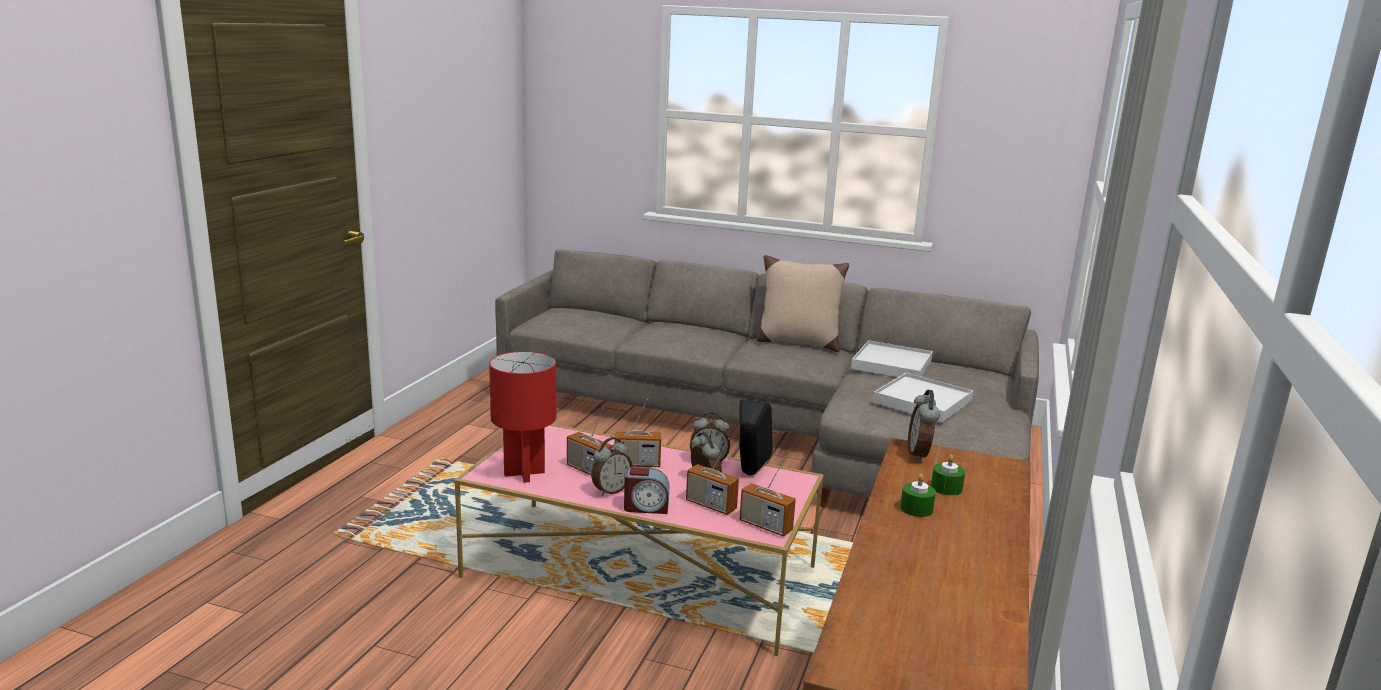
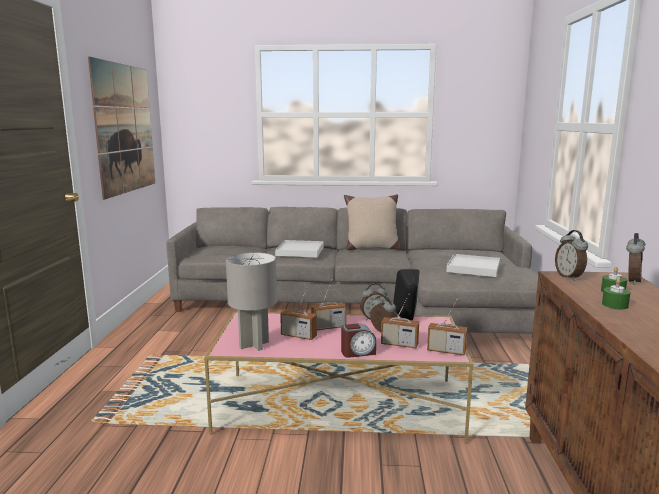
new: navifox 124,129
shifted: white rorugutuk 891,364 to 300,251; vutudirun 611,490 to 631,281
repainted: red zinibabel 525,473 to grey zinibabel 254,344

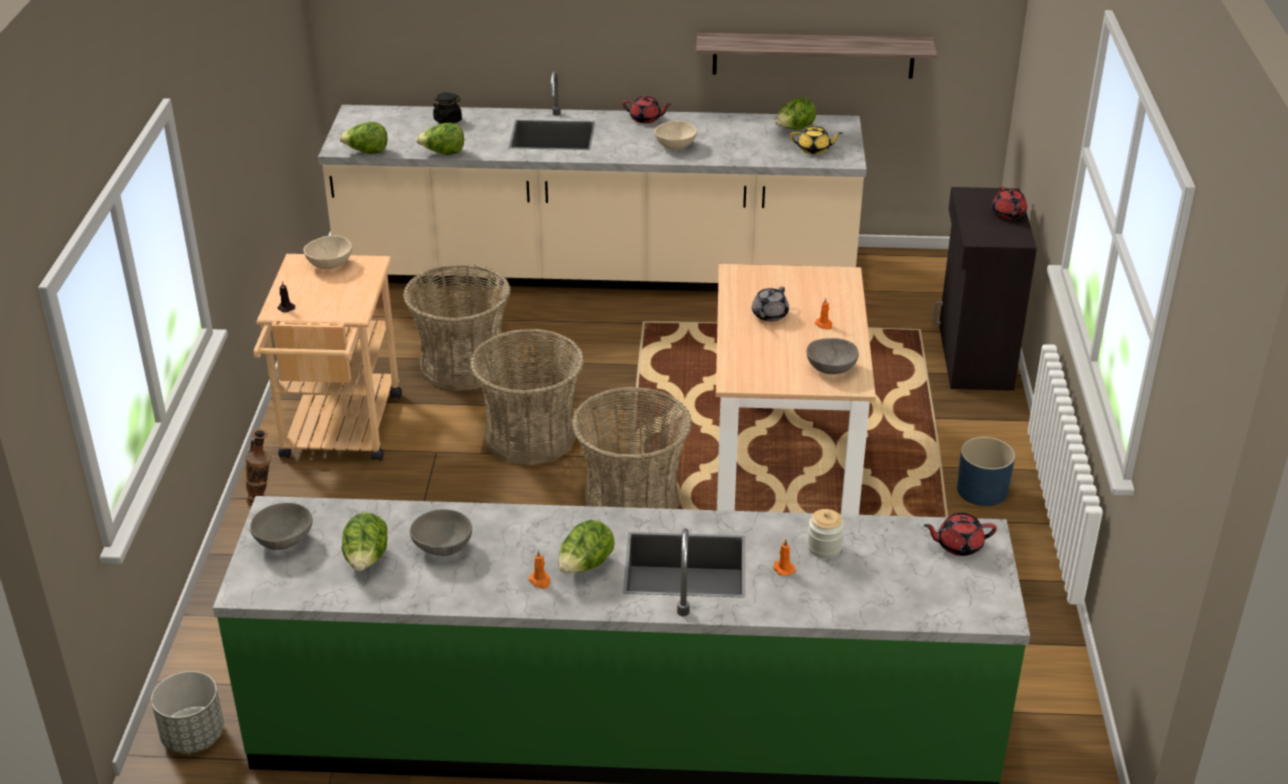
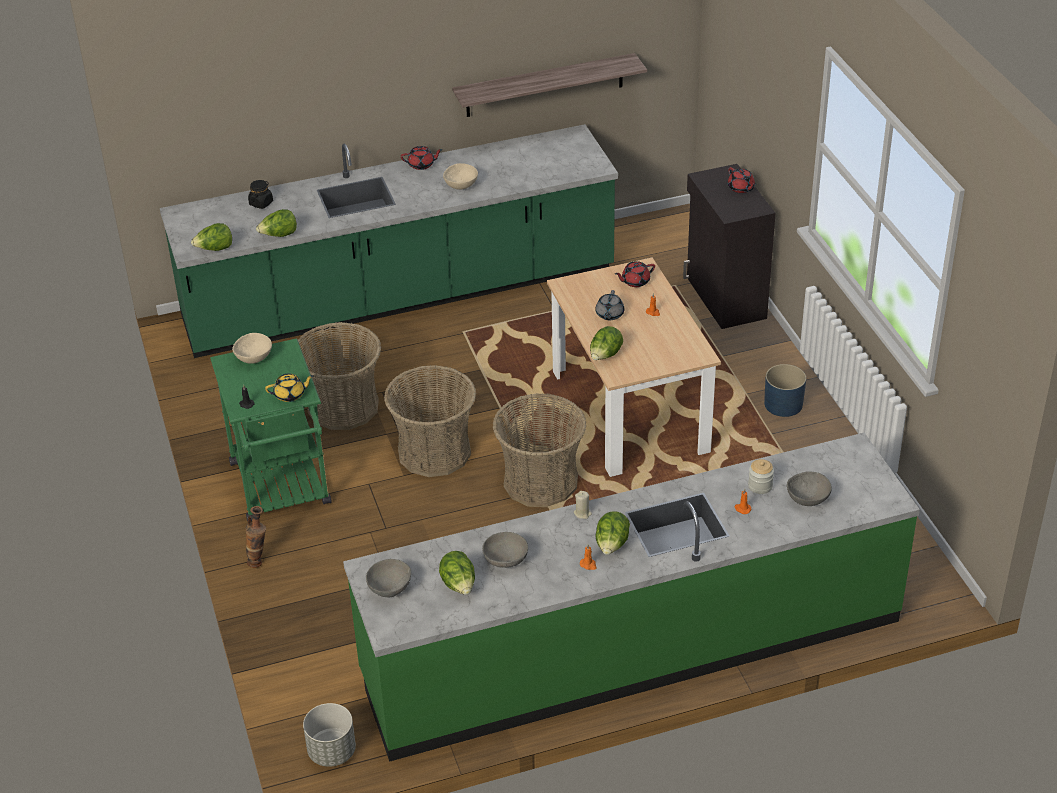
new: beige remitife 582,513
shifted: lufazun 794,129 to 605,356; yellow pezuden 814,149 to 290,395; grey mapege 830,369 to 807,499; red pezuden 958,545 to 635,281
repainted: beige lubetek 597,271 to green lubetek 399,296; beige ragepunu 340,434 to green ragepunu 282,490

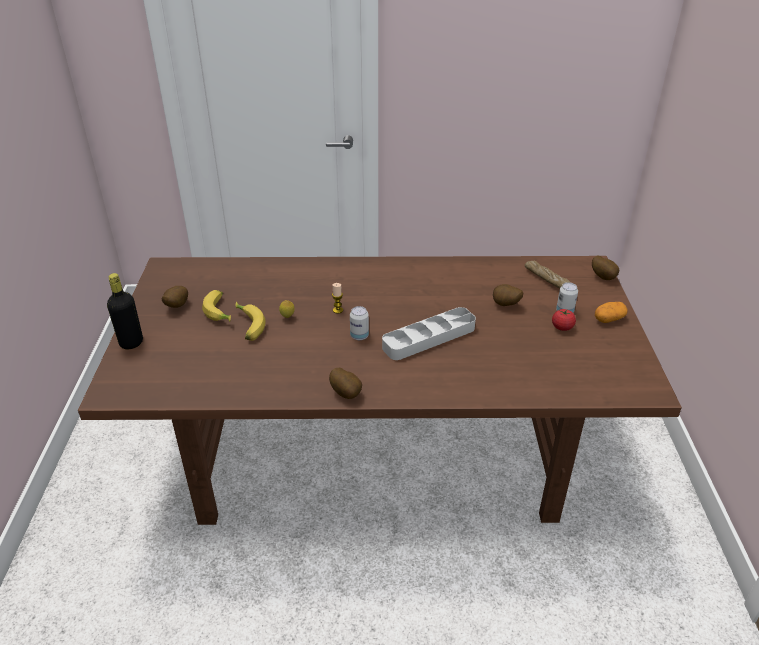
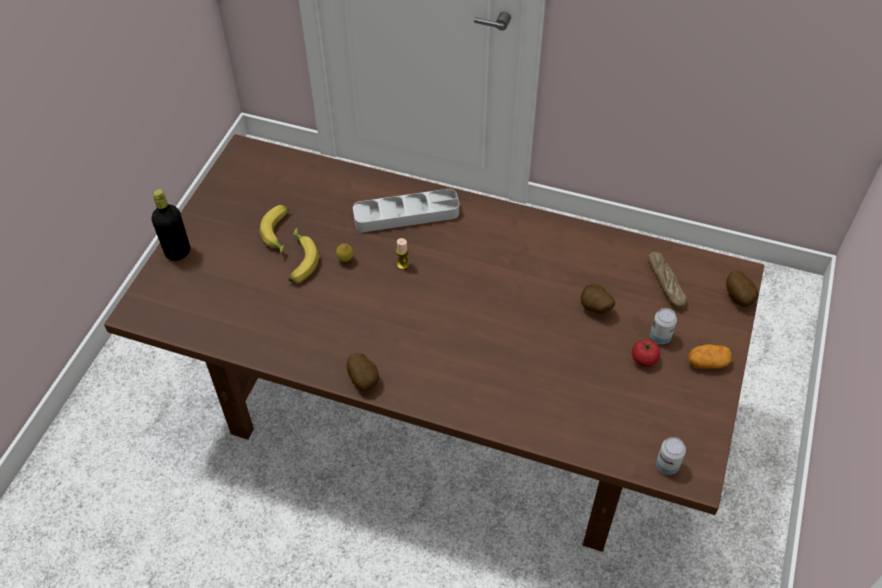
gone: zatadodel 176,306
shifted: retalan 359,336 to 667,465; grey rorugutuk 429,338 to 406,215

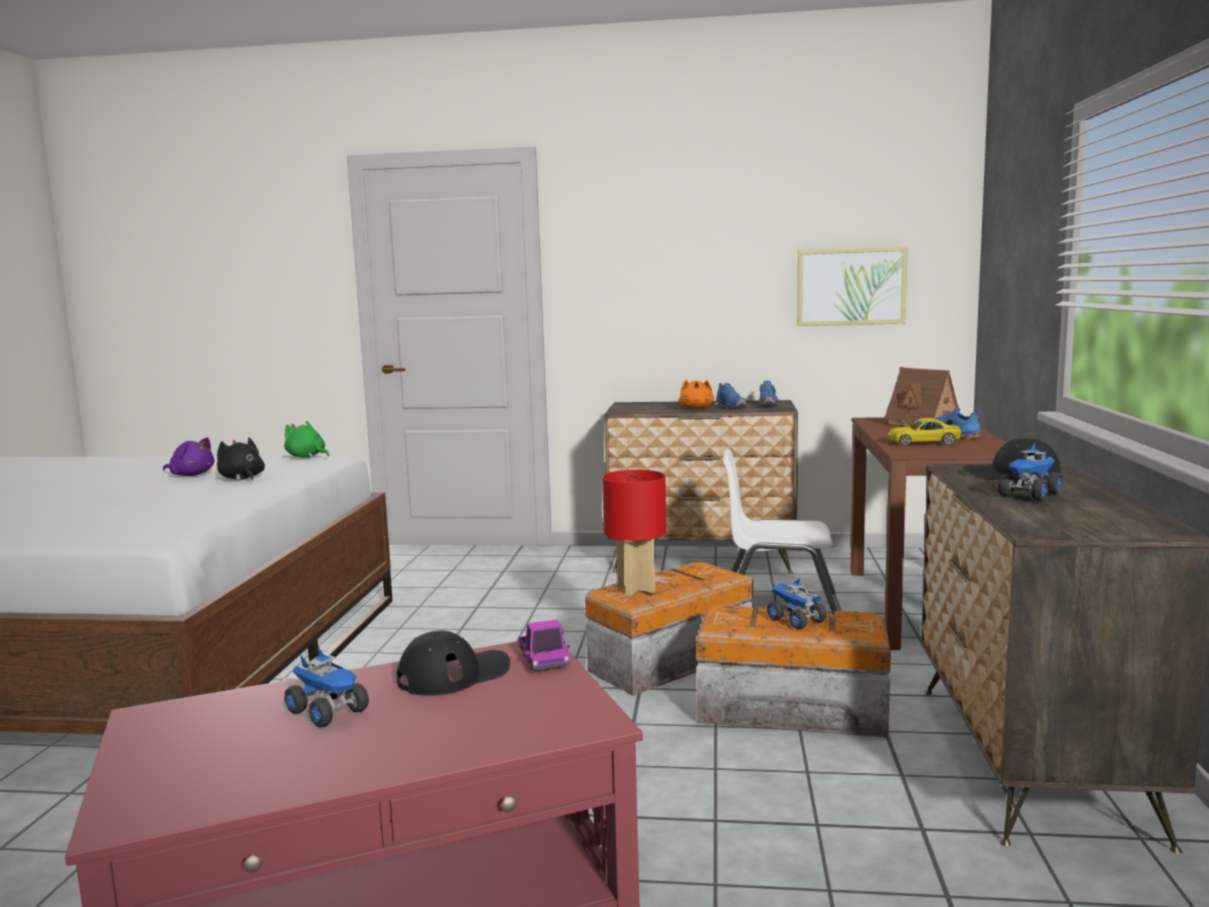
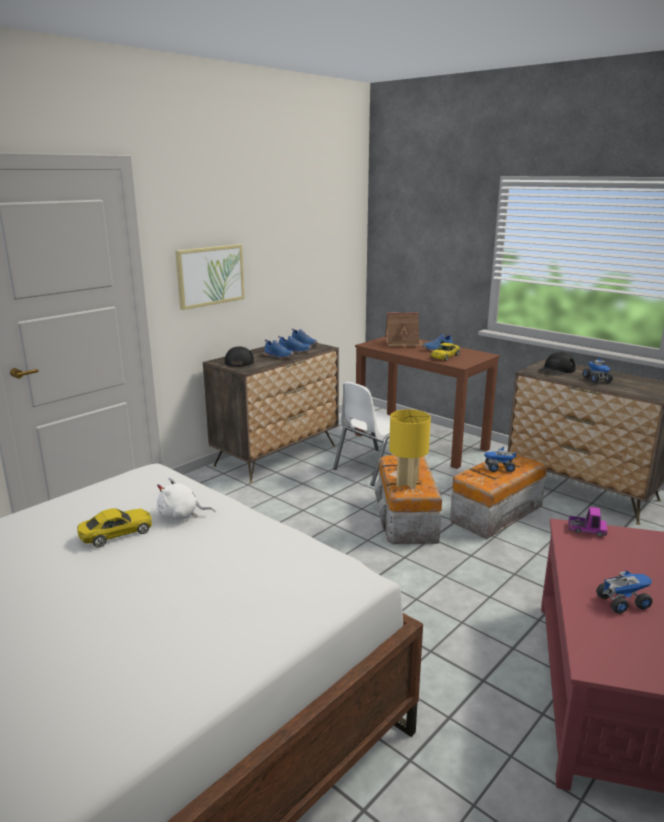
gone: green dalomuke 307,457
shifted: navifox 851,286 to 210,275; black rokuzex 454,674 to 240,361
swapped: orange dalomuke 696,408 to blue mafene 279,356; purple dalomuke 191,475 to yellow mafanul 116,533
repainted: black dalomuke 242,478 to white dalomuke 181,515; red zinibabel 635,589 to yellow zinibabel 407,484

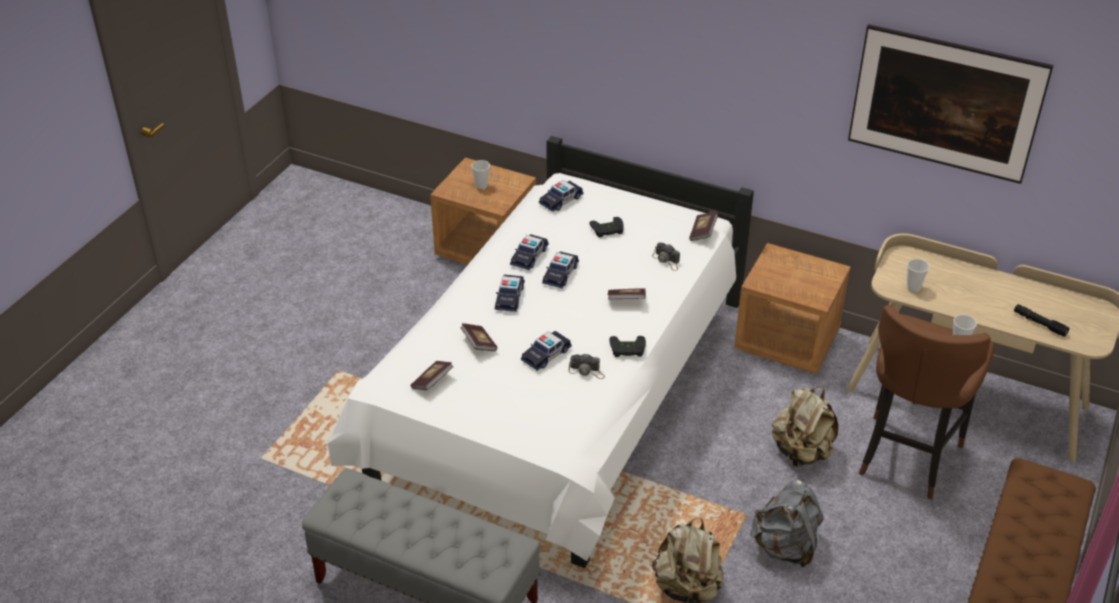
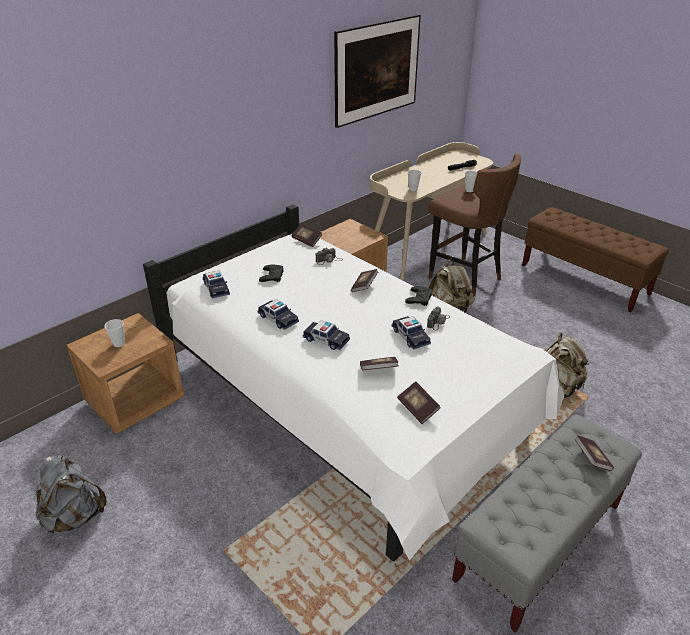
gone: mafanul 560,274
new: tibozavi 591,459
shifted: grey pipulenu 785,547 to 74,516

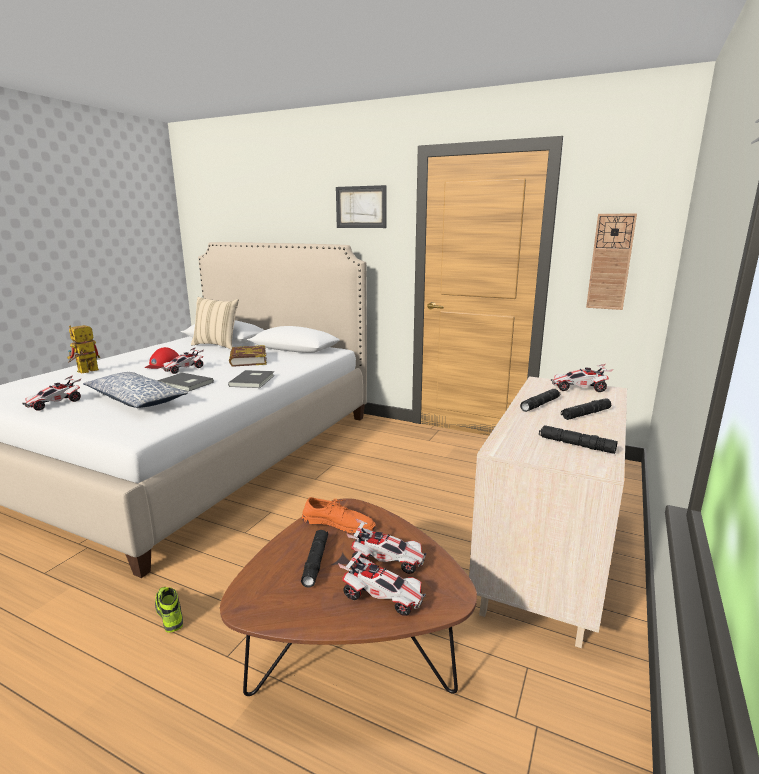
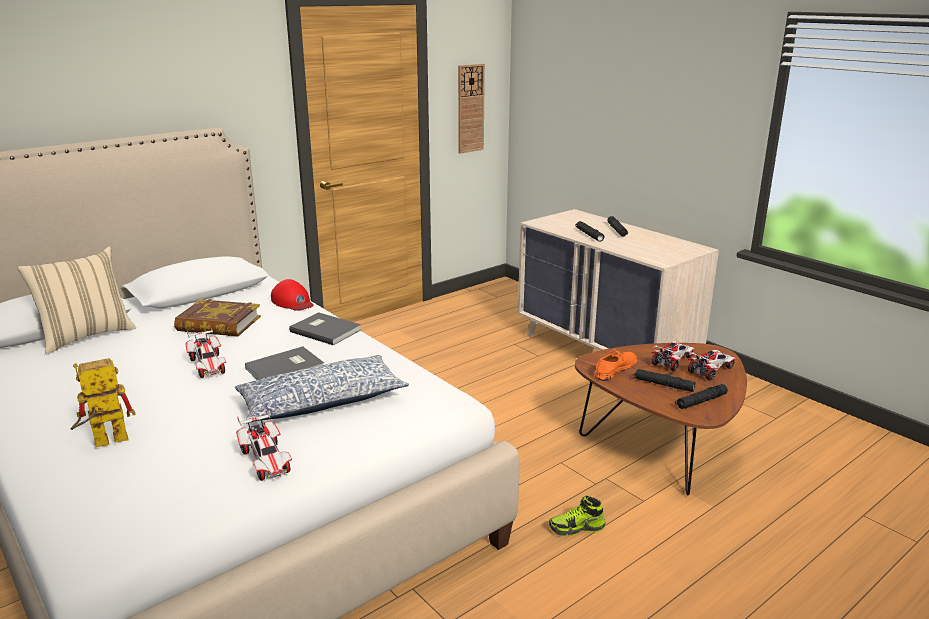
gone: navifox 361,207; mafanul 579,388
shifted: red rokuzex 162,364 to 293,302; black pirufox 576,445 to 701,401
rotated: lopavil 84,372 = 103,443 90 degrees clockwise

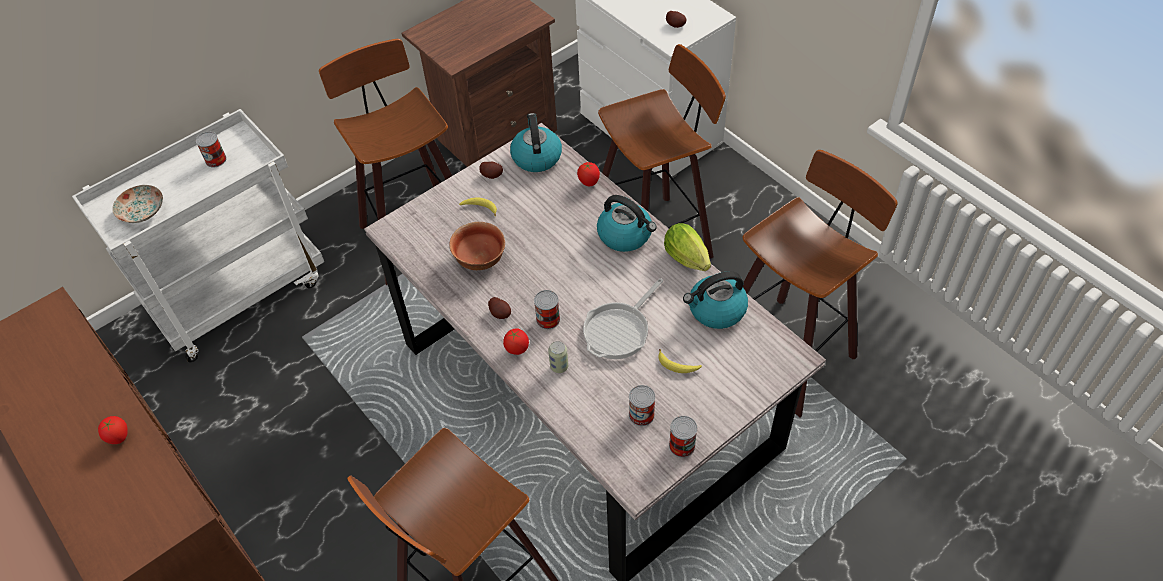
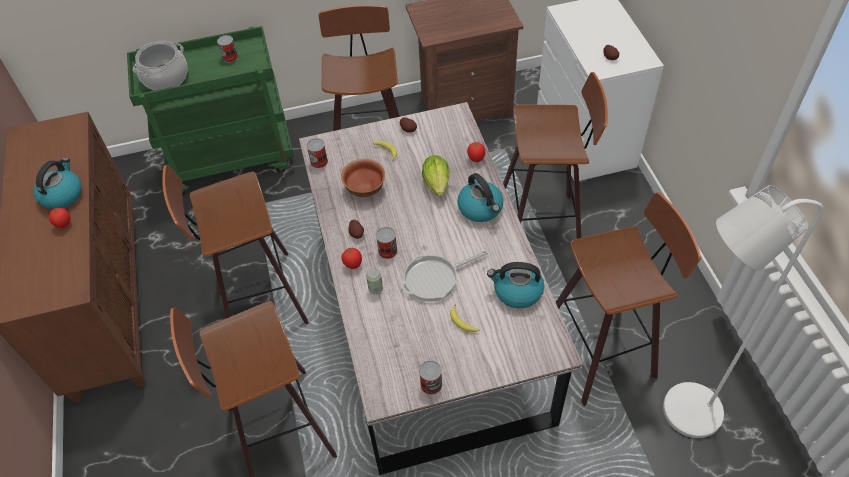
new: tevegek 257,299; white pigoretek 681,413
shifted: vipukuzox 536,156 to 62,195; lufazun 688,260 to 437,186; retalan 641,414 to 319,161
swapped: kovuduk 142,211 to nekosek 165,78
repainted: white ragepunu 239,293 to green ragepunu 233,159

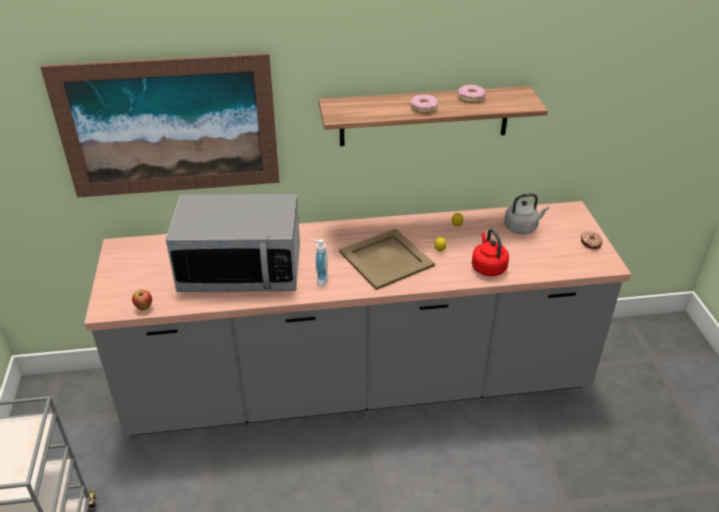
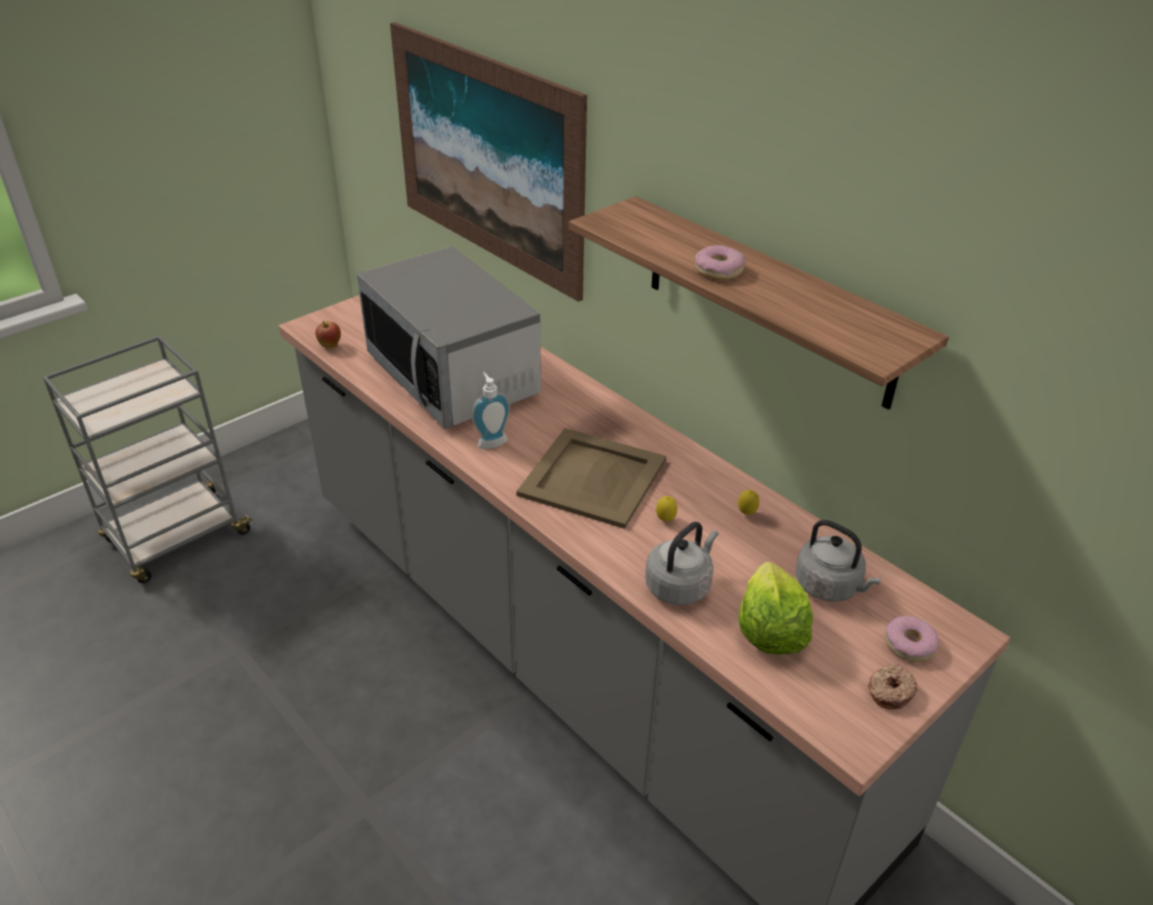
new: lufazun 769,629
shifted: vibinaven 471,98 to 909,644
repainted: red vipukuzox 488,267 to grey vipukuzox 680,585

